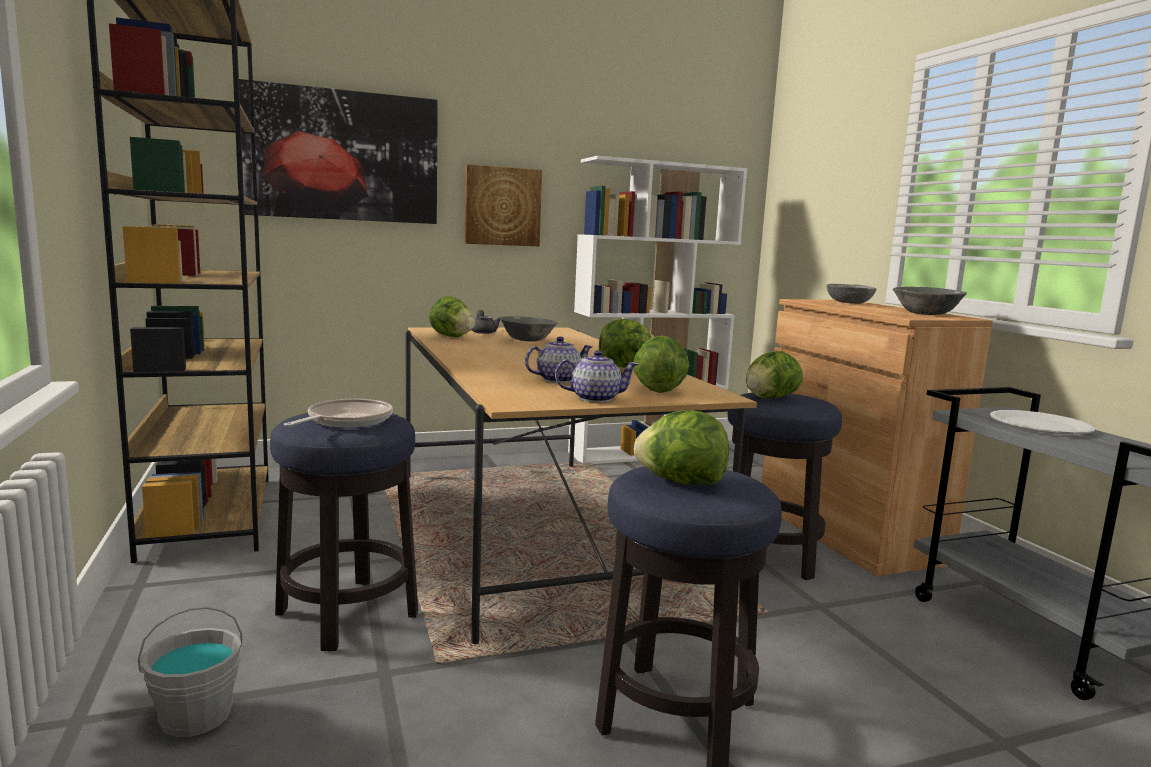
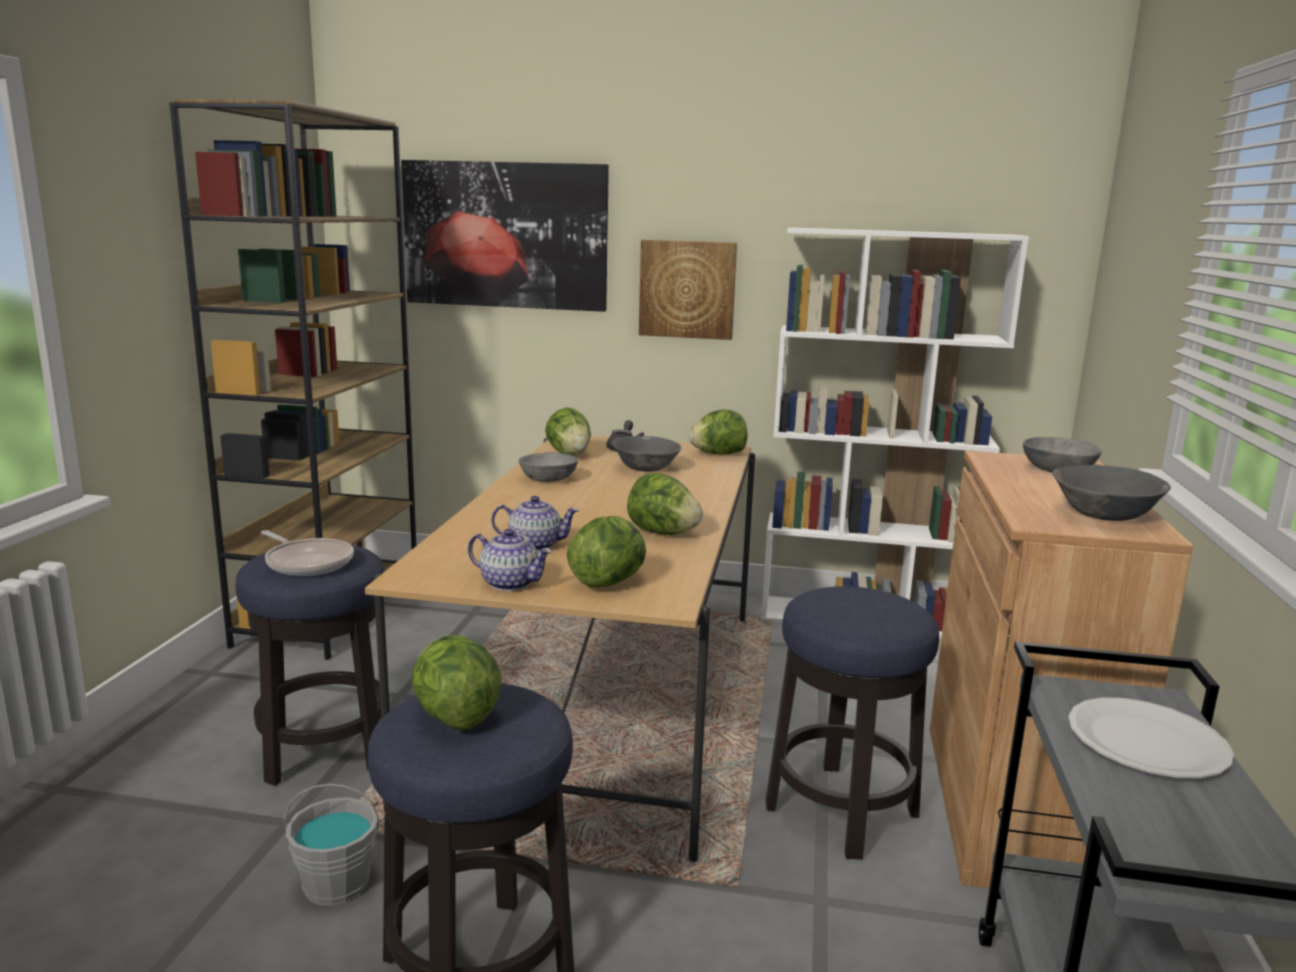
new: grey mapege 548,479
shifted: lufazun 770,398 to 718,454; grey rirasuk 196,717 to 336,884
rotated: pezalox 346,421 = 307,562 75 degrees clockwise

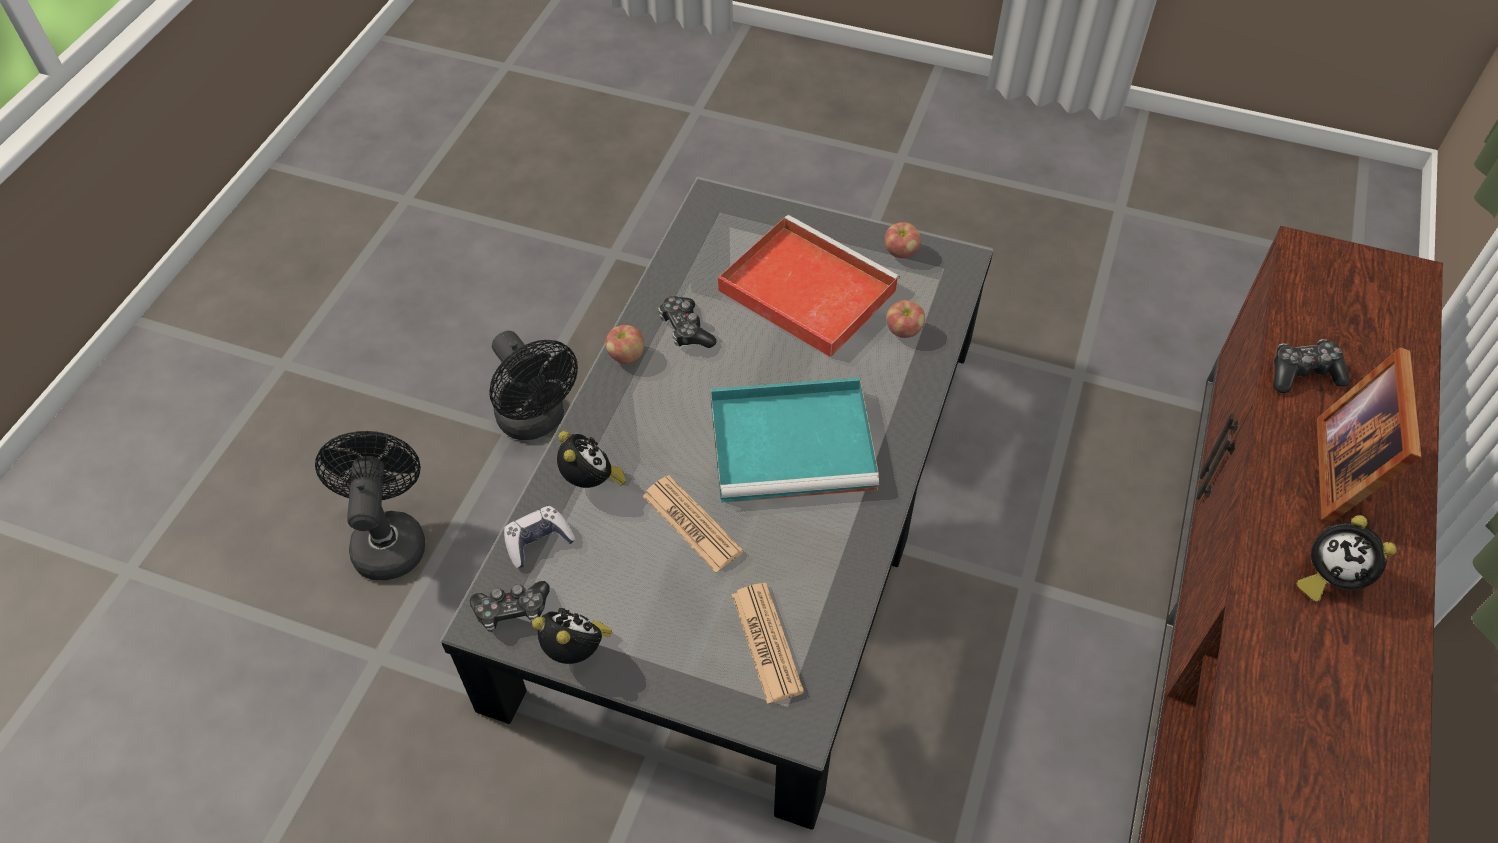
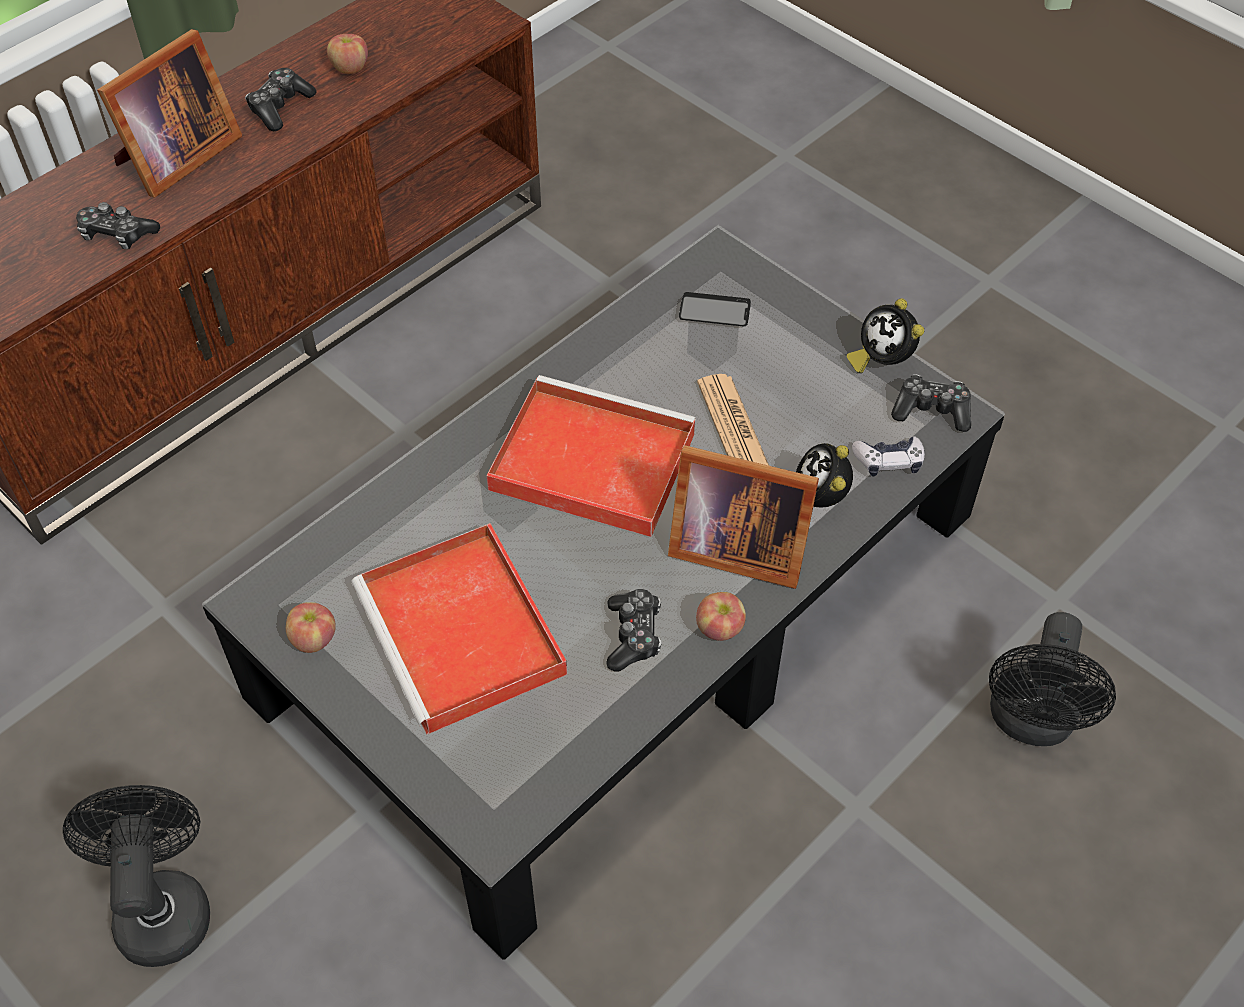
new: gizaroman 734,546
shifted: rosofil 903,331 to 350,68; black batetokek 536,422 to 162,905
swapped: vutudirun 1328,577 to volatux 280,107; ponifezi 766,643 to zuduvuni 714,311
repainted: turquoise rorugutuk 795,443 to red rorugutuk 588,461

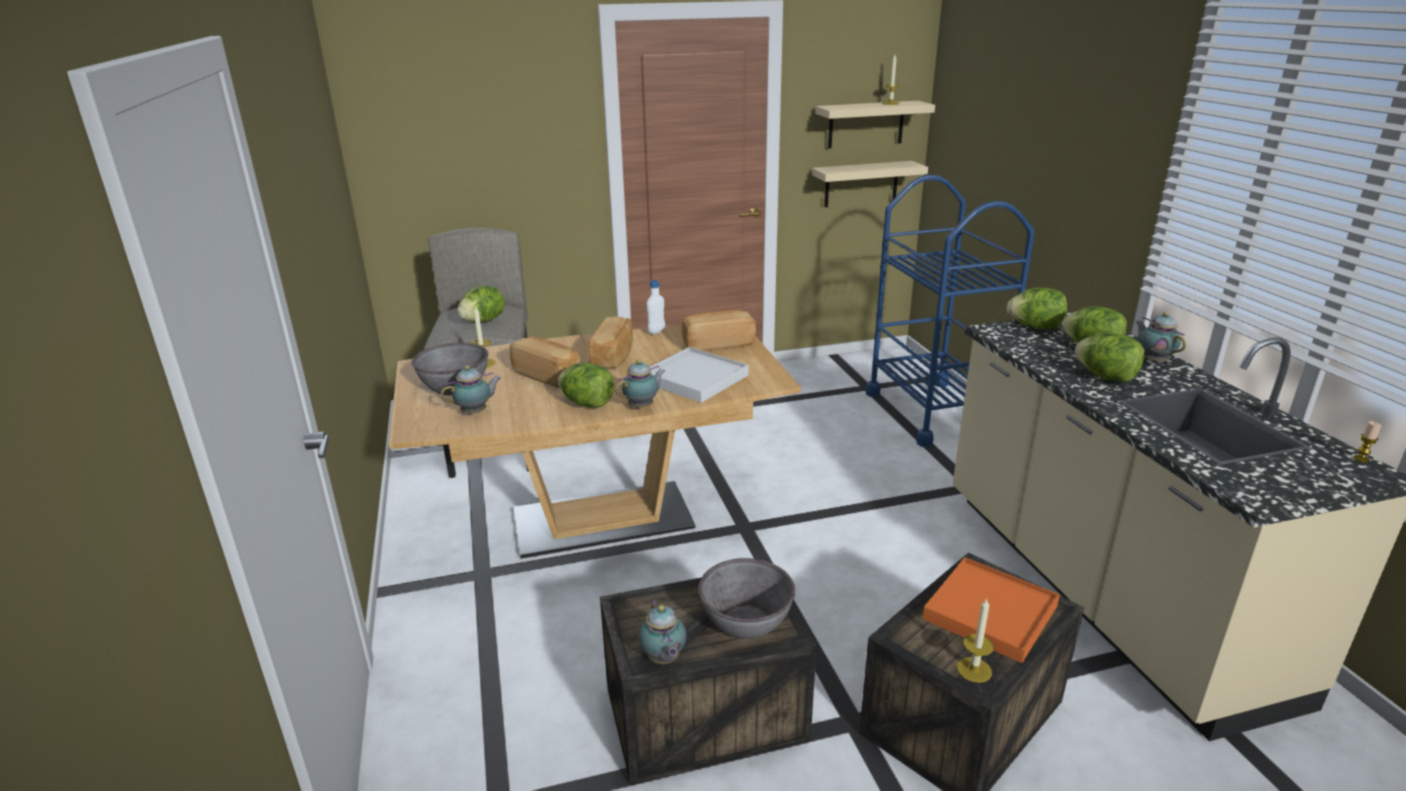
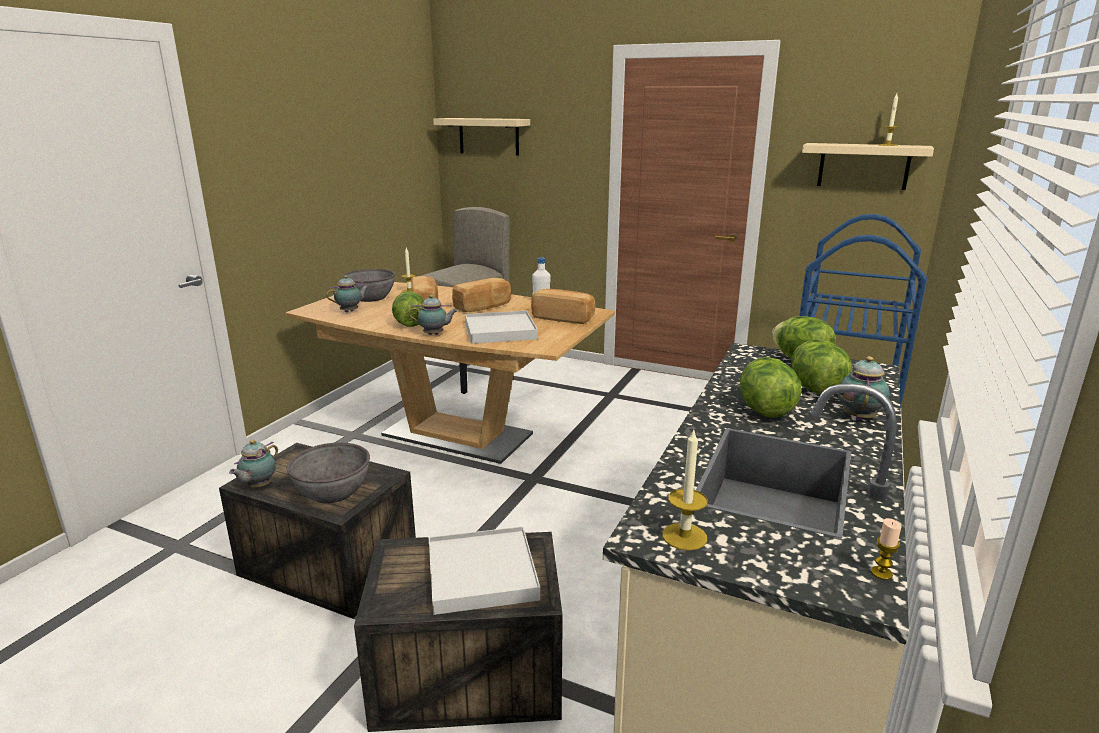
gone: lufazun 483,321
shifted: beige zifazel 861,184 to 489,136; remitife 974,670 to 684,536
repainted: orange rorugutuk 990,612 to white rorugutuk 482,574
rotated: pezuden 476,412 = 351,311 45 degrees counterclockwise

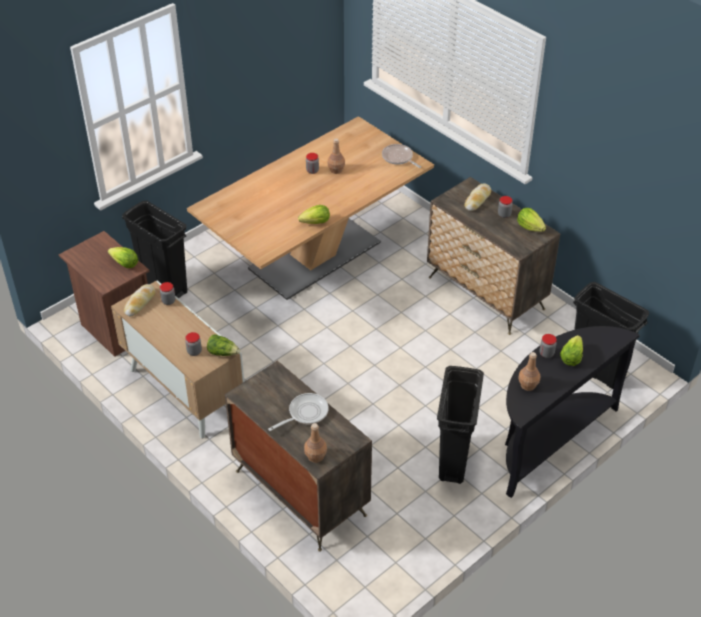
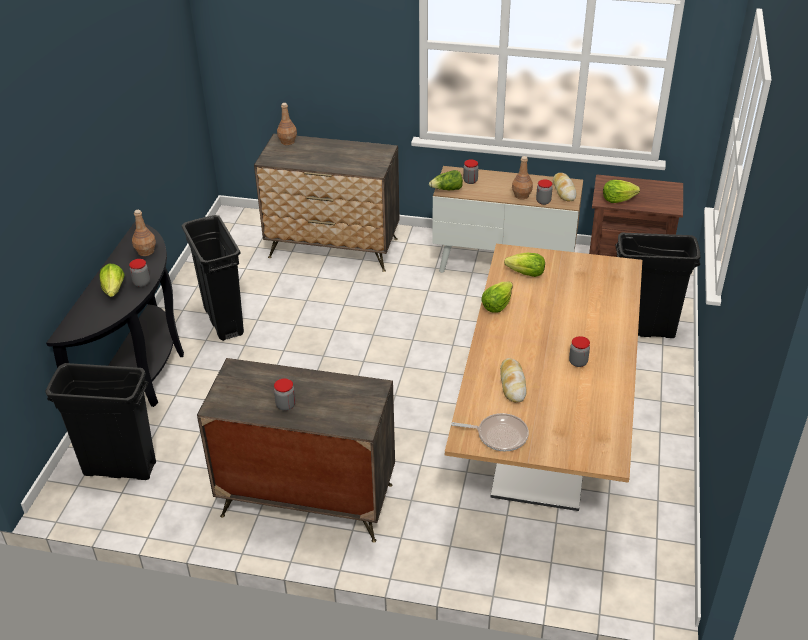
gone: pezalox 305,413
shifted: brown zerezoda 336,170 to 521,195; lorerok 477,200 to 512,384; lufazun 530,227 to 526,274

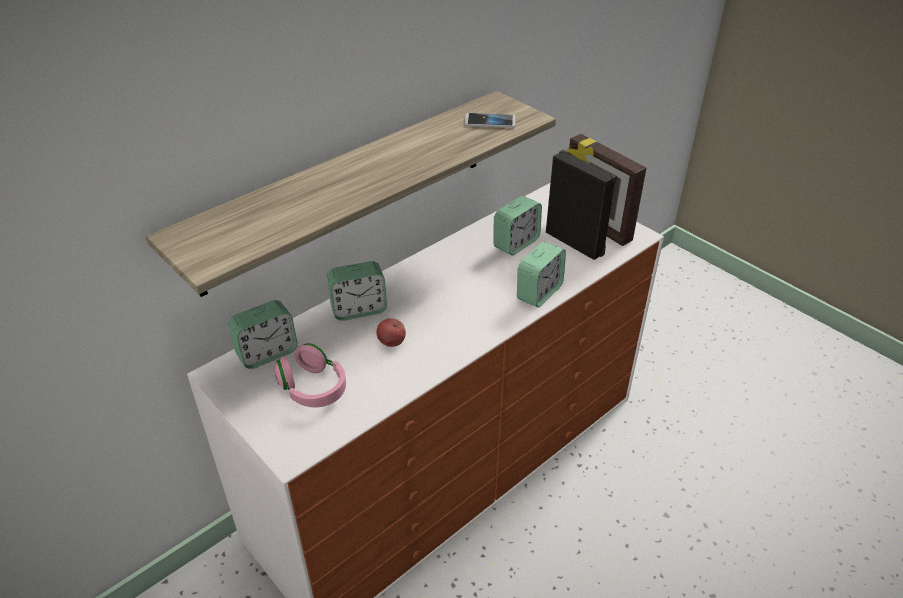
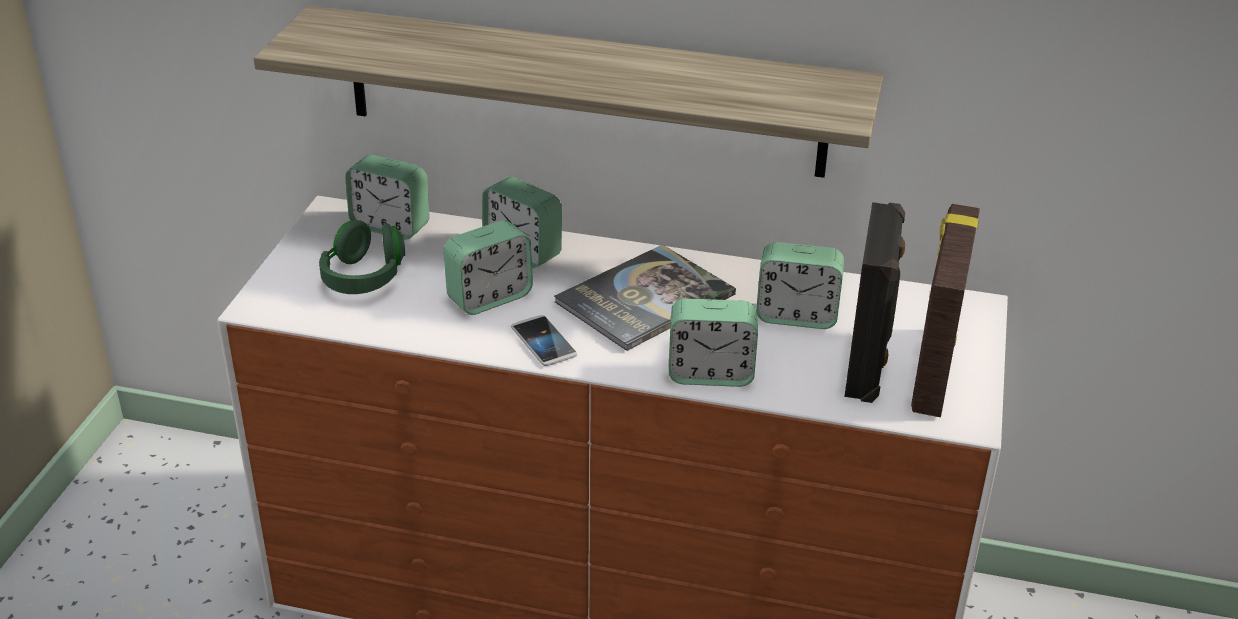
new: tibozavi 645,299
shifted: zuduvuni 490,122 to 543,342
swapped: rosofil 391,342 to vutudirun 489,297
repainted: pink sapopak 313,389 to green sapopak 364,277

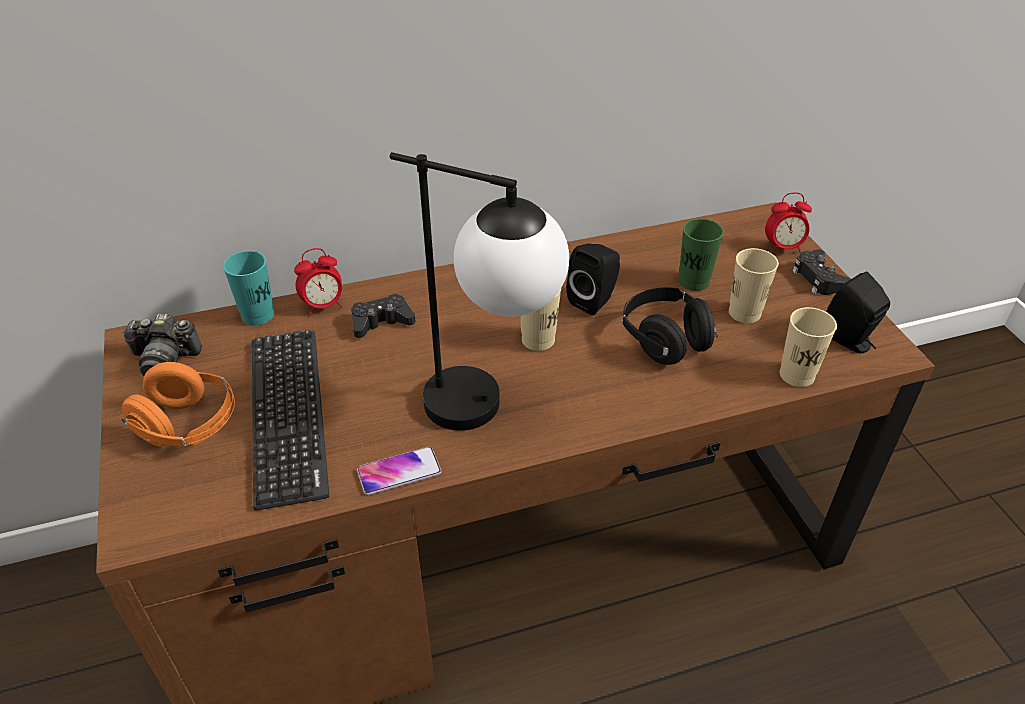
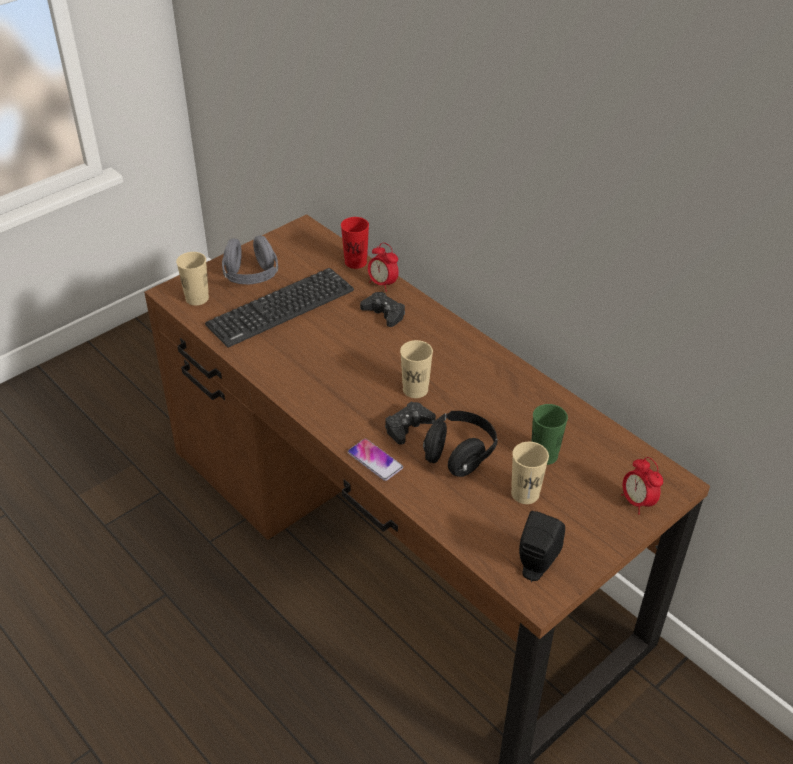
gone: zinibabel 491,411; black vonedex 594,300; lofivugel 165,360
shifted: black volatux 818,278 to 408,427; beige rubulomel 797,375 to 197,298; zuduvuni 399,472 to 375,460
repainted: turquoise rubulomel 258,315 to red rubulomel 355,262; orange sapopak 188,426 to grey sapopak 251,277

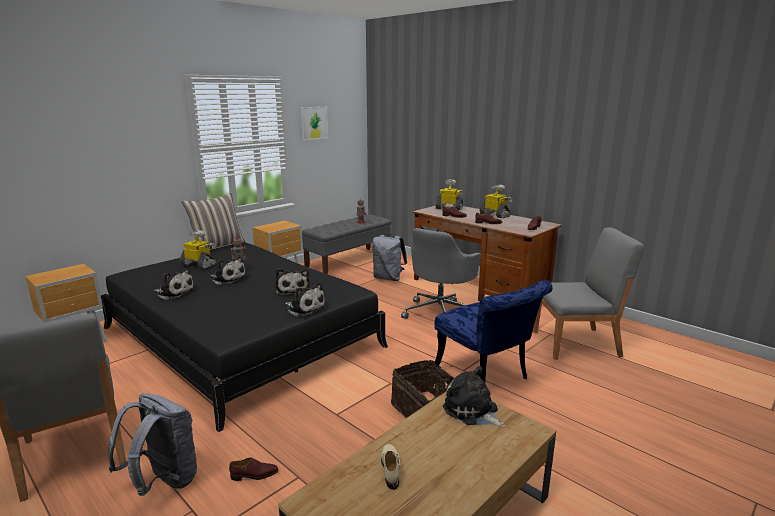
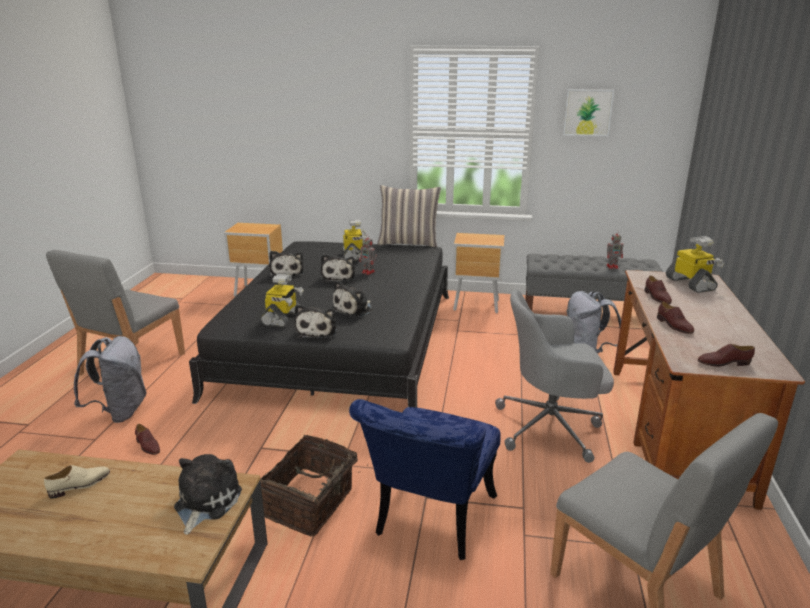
shifted: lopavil 495,215 to 282,318

